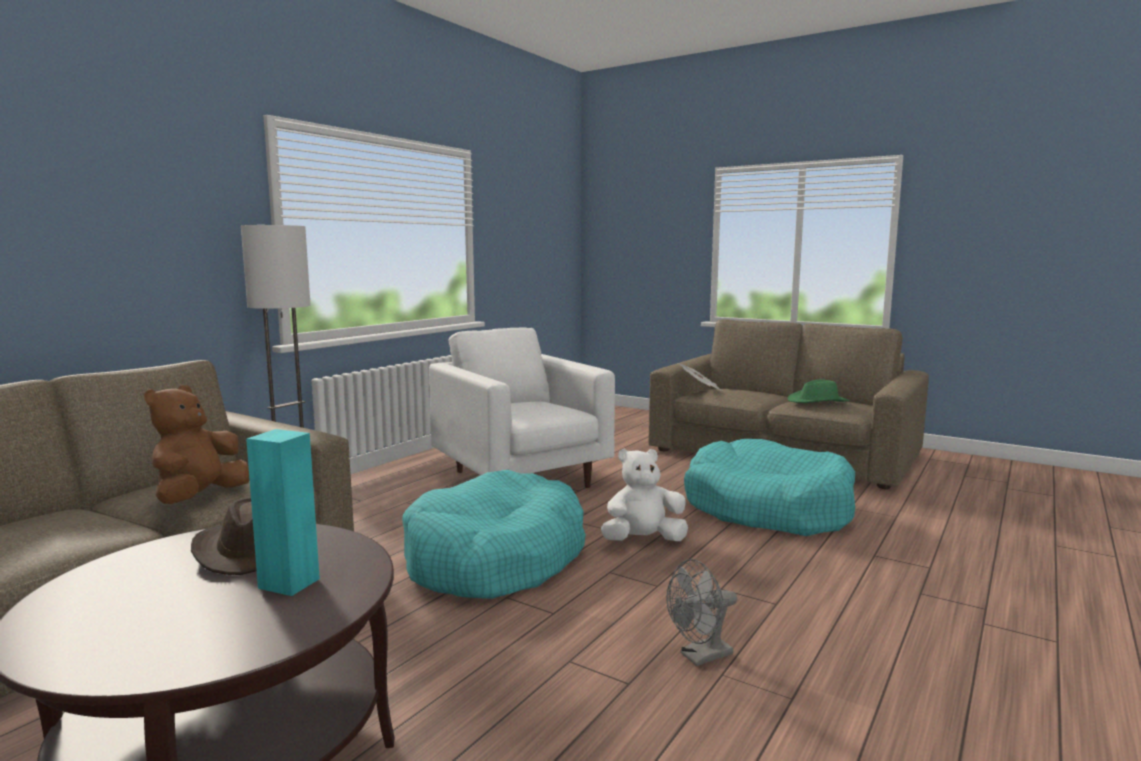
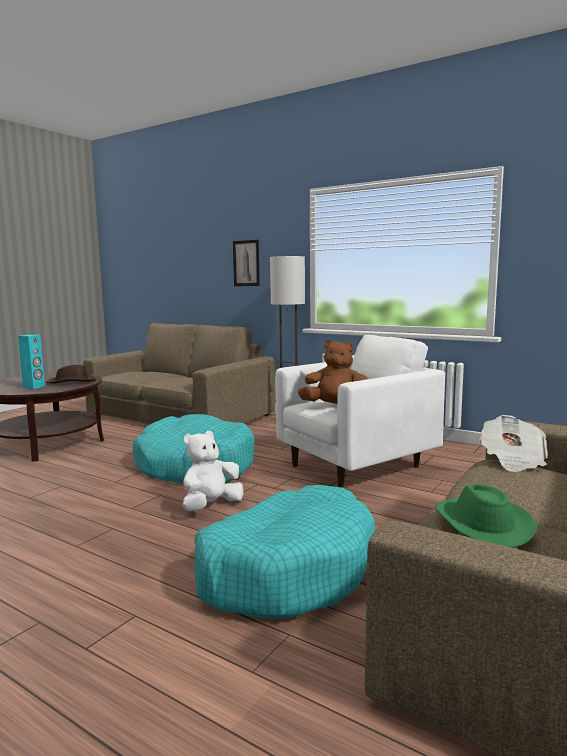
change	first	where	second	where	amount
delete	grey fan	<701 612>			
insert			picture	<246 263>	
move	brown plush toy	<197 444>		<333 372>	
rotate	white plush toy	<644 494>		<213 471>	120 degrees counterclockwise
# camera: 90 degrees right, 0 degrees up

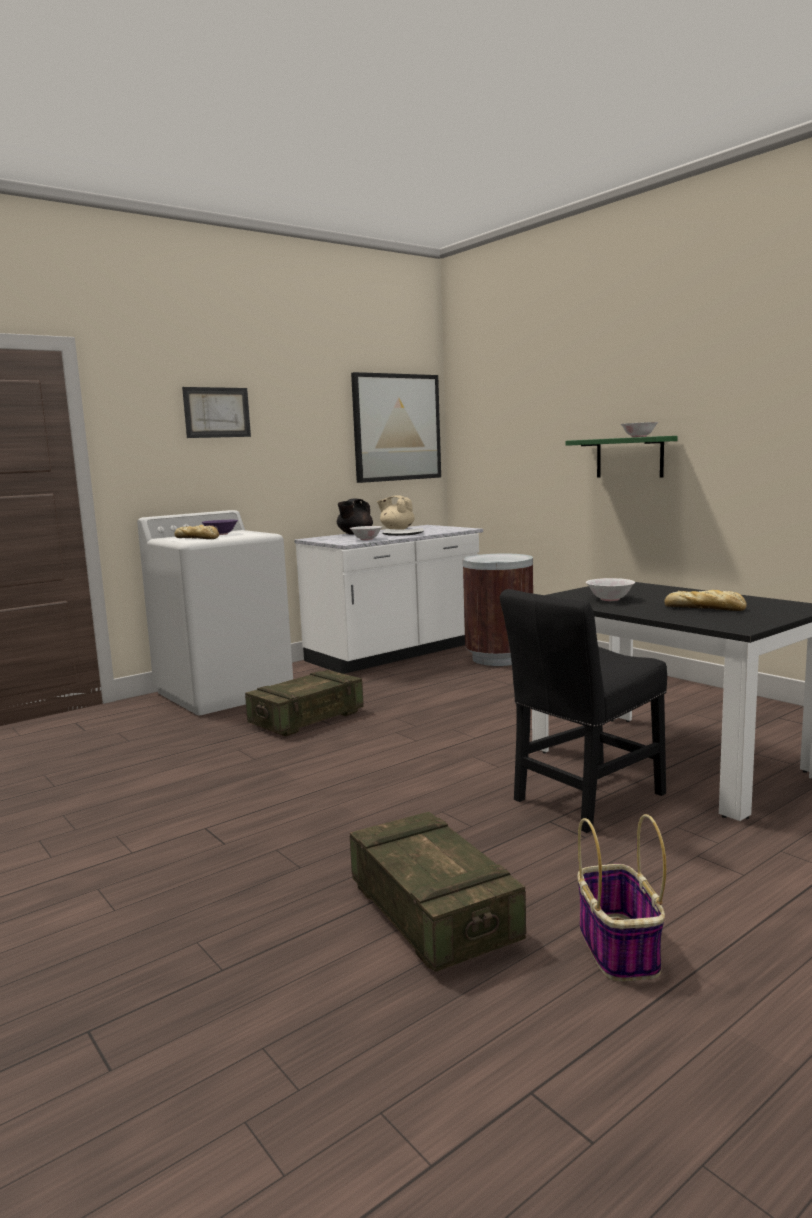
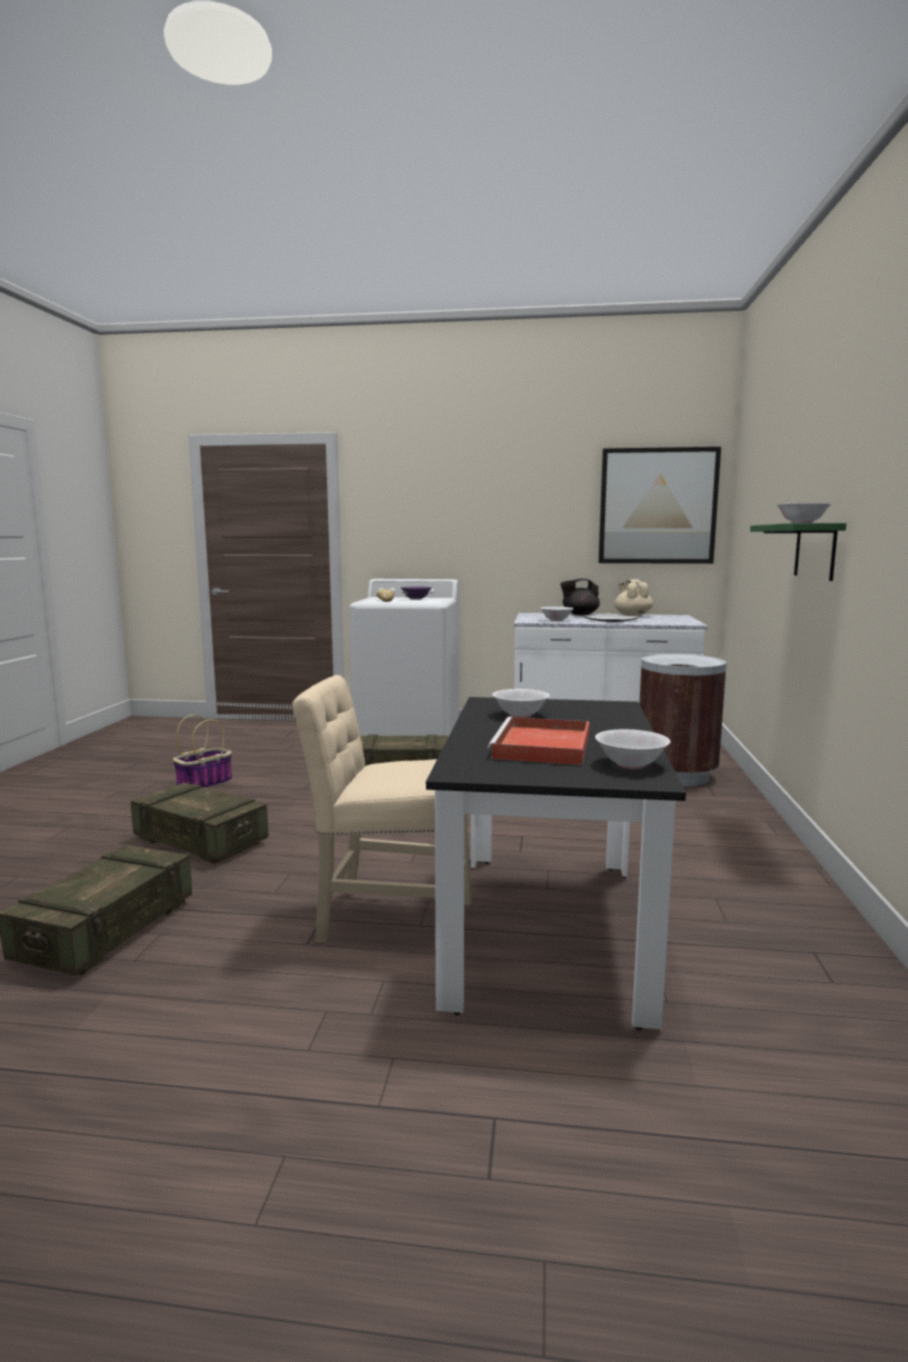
change	first	where	second	where	amount
delete	picture	<216 412>			
insert			crate	<199 823>	
insert			white bowl	<632 749>	
move	basket	<621 897>		<202 752>	
replace	bread	<705 600>	red tray	<538 741>	
recolor	black chair	<583 711>	beige chair	<382 809>	
# camera: 45 degrees right, 0 degrees up

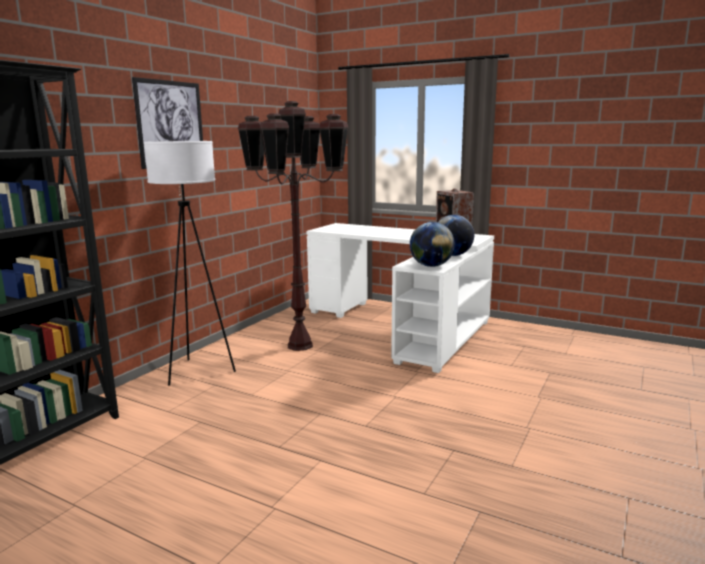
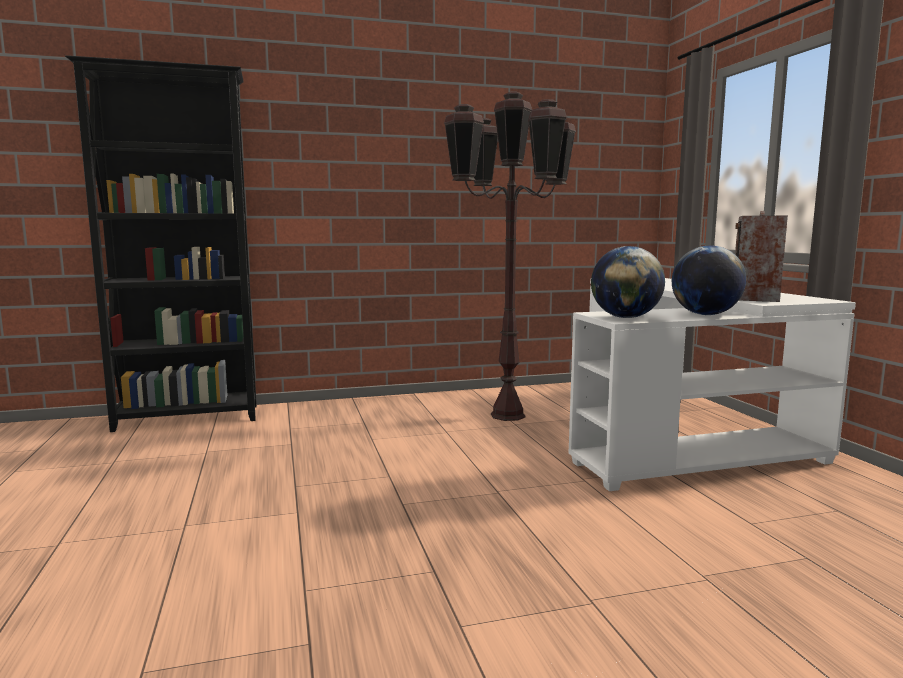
change	first	where	second	where	amount
delete	picture	<167 123>			
delete	white floor lamp	<190 263>			
# camera: 45 degrees right, 5 degrees down

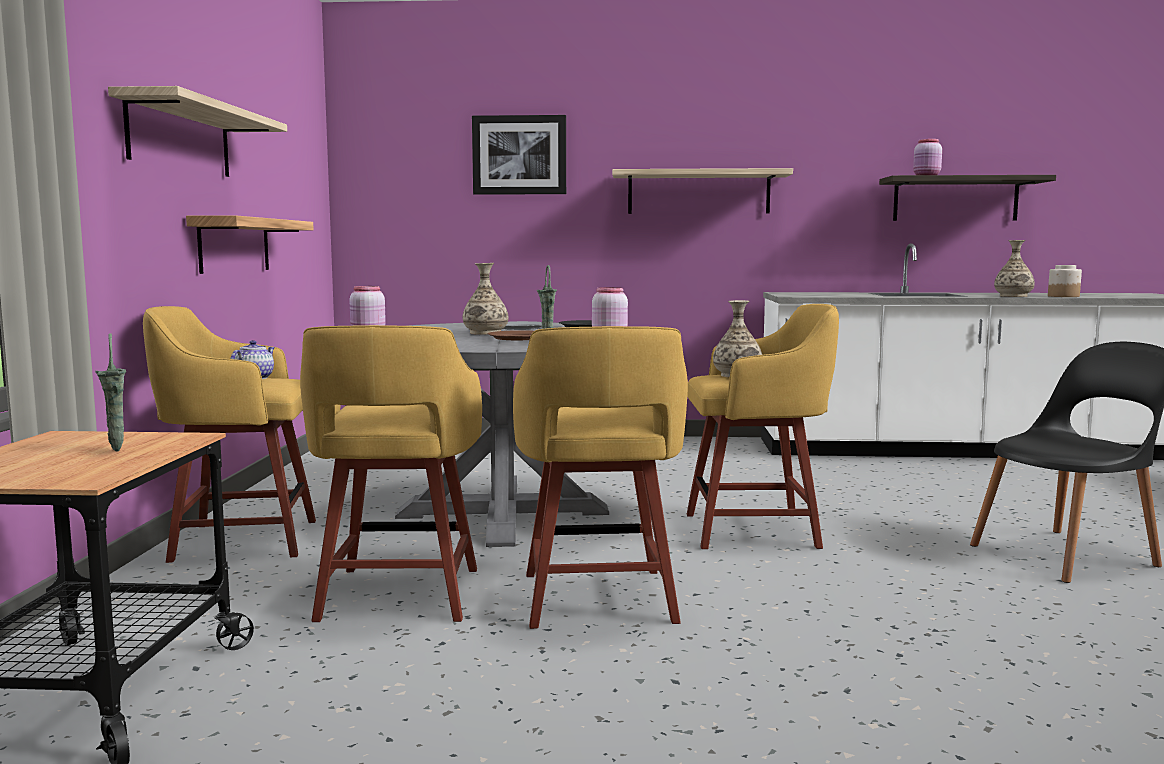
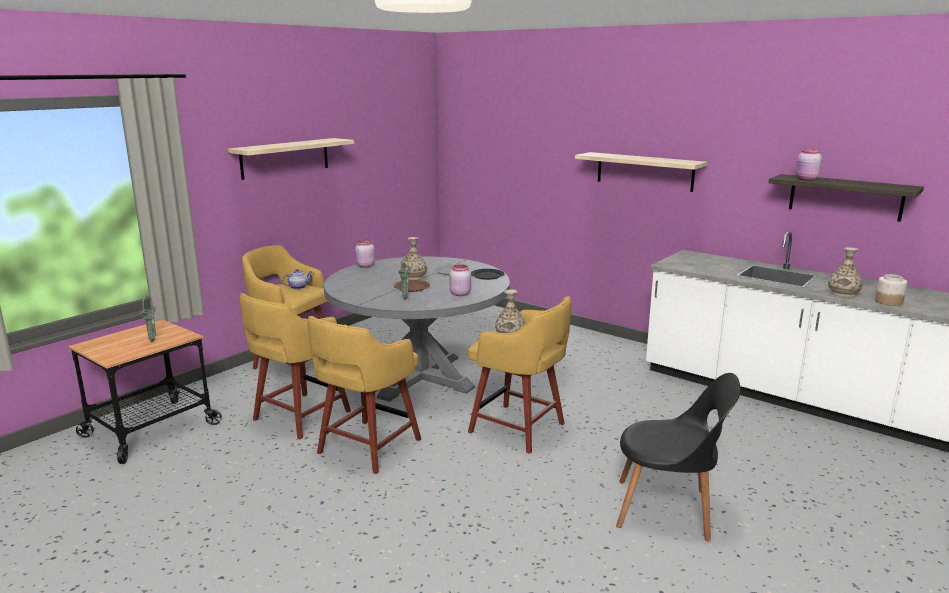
change	first	where	second	where	amount
delete	shelf	<250 244>			
delete	picture	<519 155>			
# camera: 35 degrees right, 10 degrees up

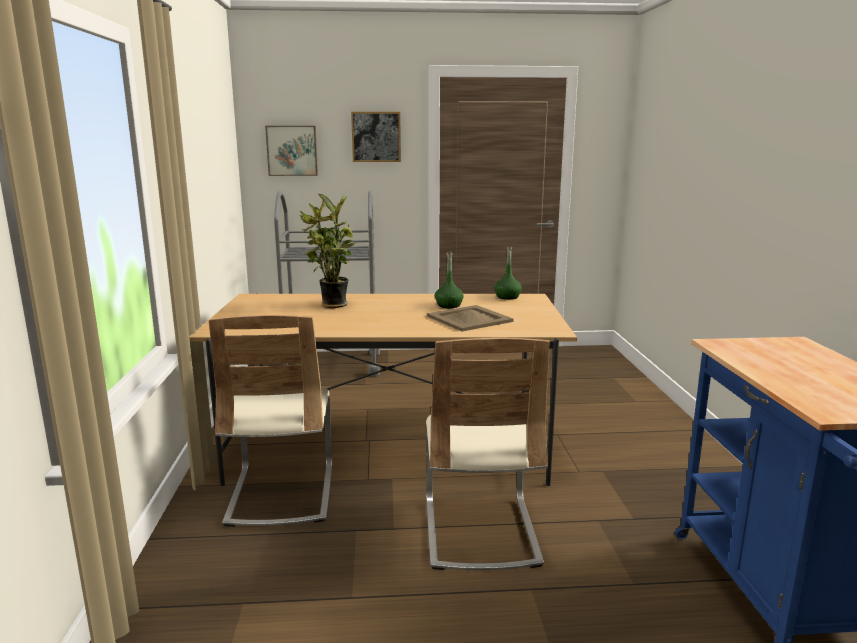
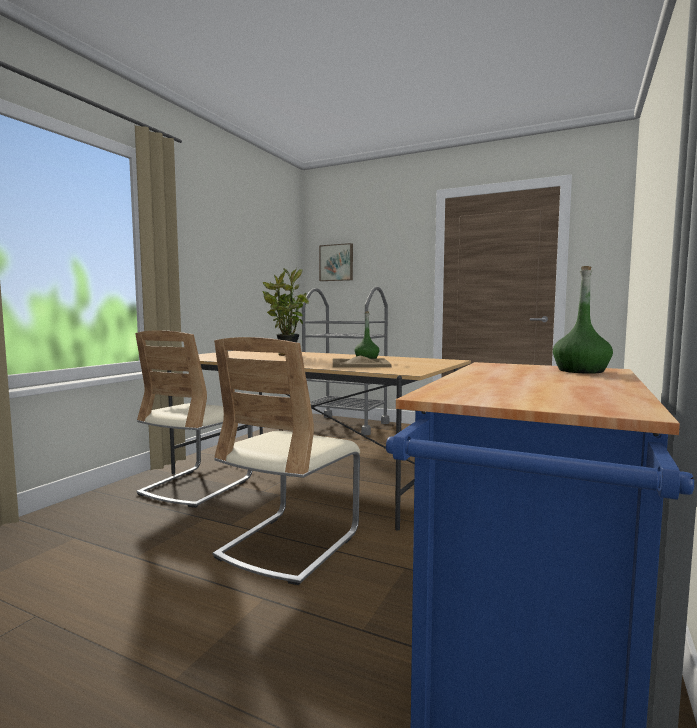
change	first	where	second	where	amount
delete	picture	<376 137>			
move	green bottle	<508 273>		<583 320>	
# camera: 30 degrees right, 10 degrees down

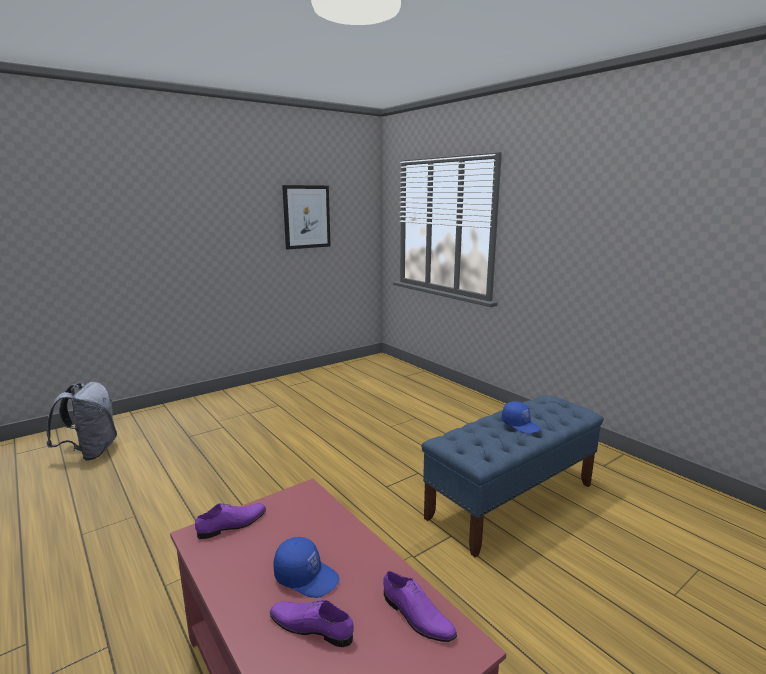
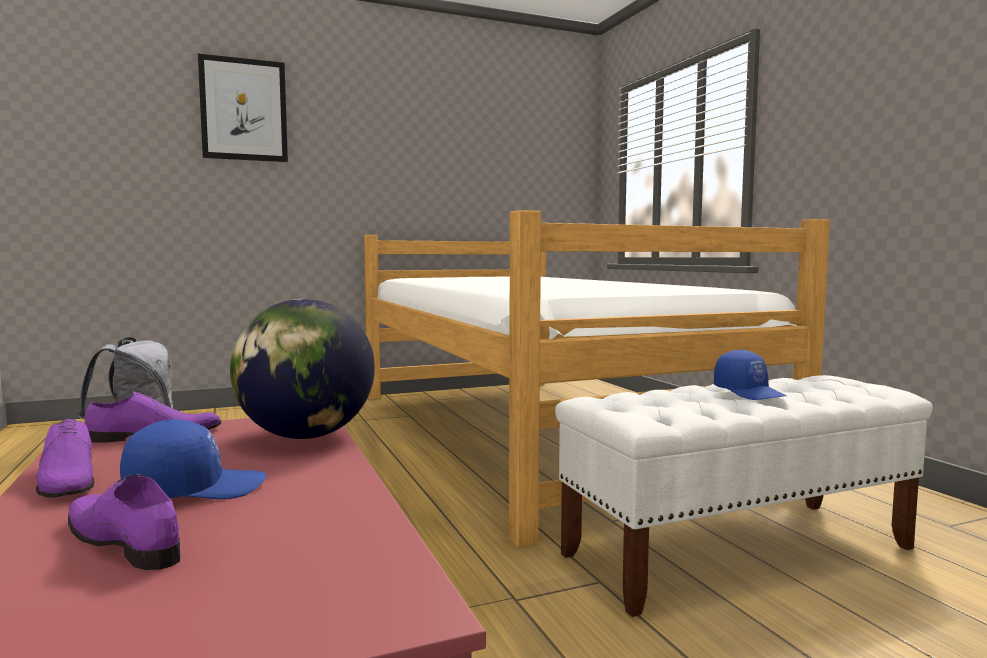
change	first	where	second	where	amount
insert			globe	<302 369>	
insert			bed	<597 379>	
move	picture	<306 217>		<243 108>	
move	purple shoe	<420 606>		<65 458>	
recolor	blue bench	<512 476>	white bench	<744 496>	
rotate	blue cap	<306 567>		<193 459>	60 degrees counterclockwise
# camera: 15 degrees right, 10 degrees down

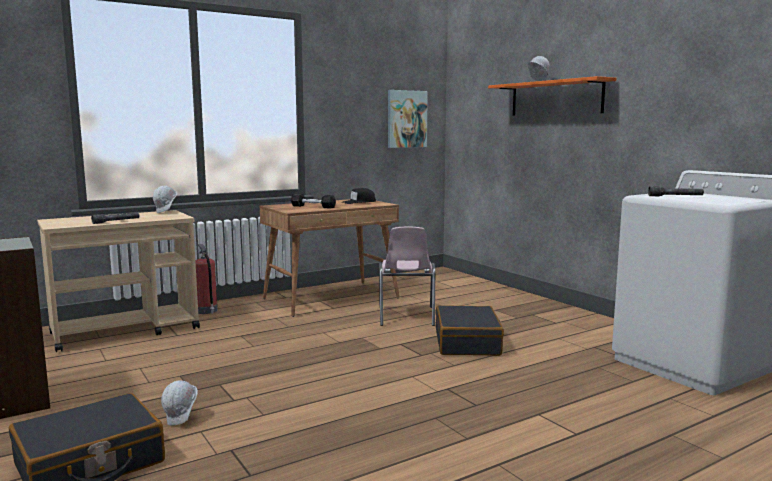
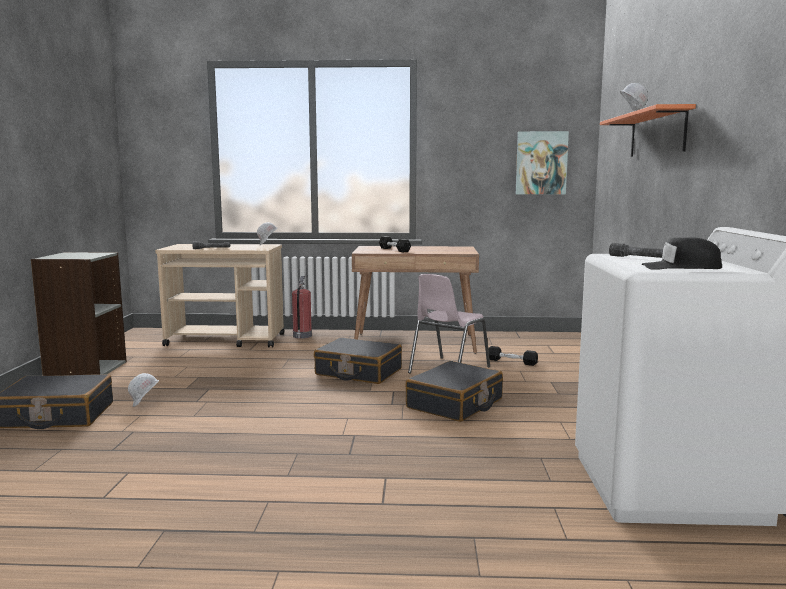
change	first	where	second	where	amount
insert			black suitcase	<358 360>	
insert			black dumbbell	<513 356>	
move	black cap	<359 196>		<681 253>	
# camera: 35 degrees right, 0 degrees up

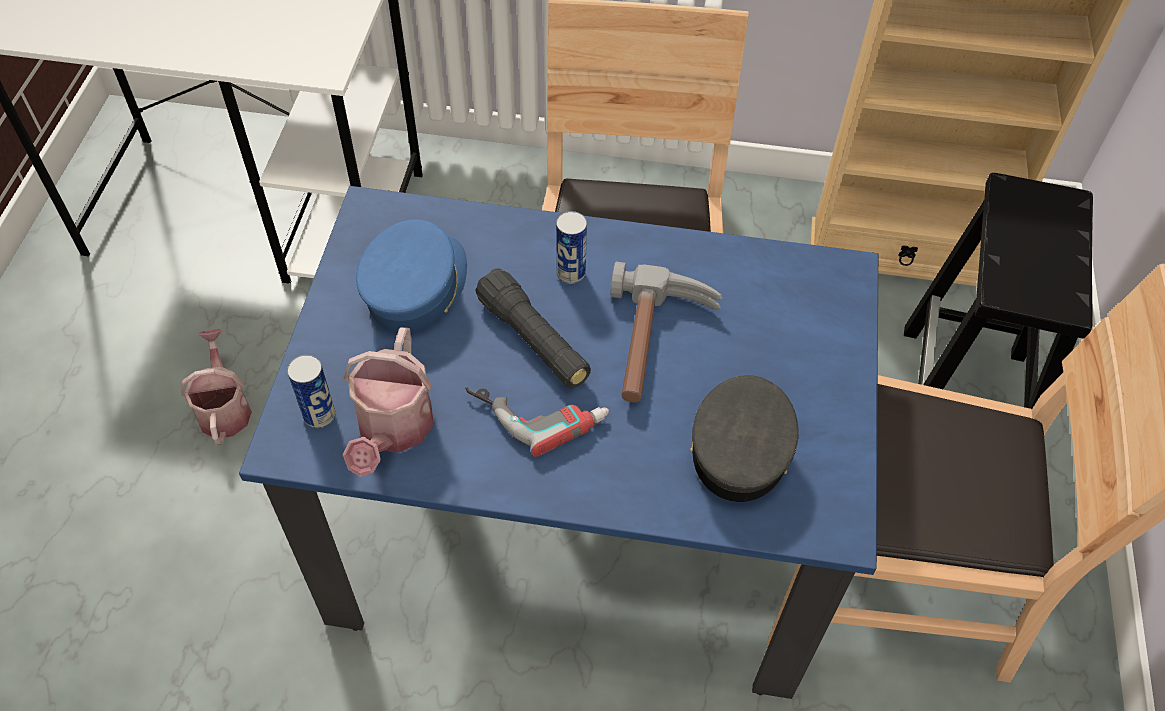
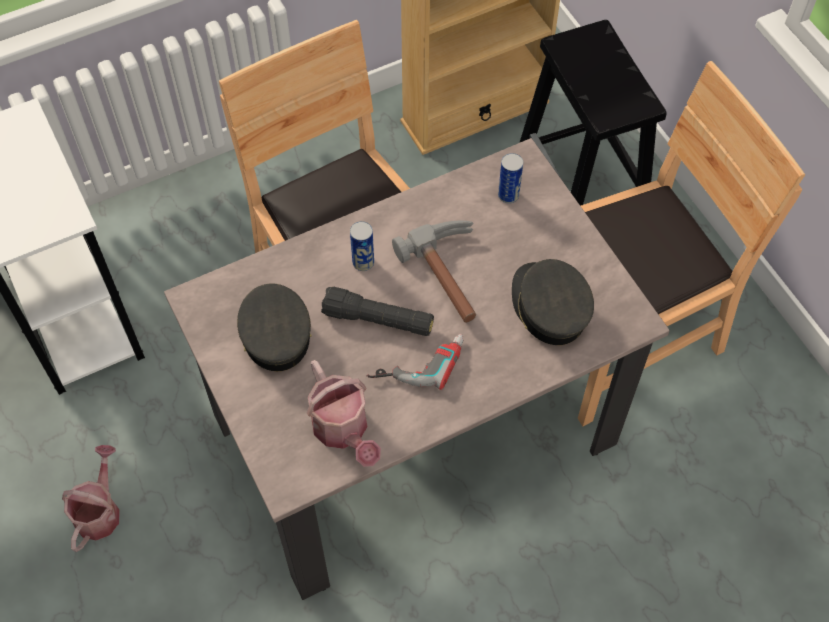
change	first	where	second	where	amount
move	can	<311 391>		<510 178>	
recolor	blue dining table	<558 442>	beige dining table	<417 369>	
recolor	blue cap	<411 275>	grey cap	<274 327>	
rotate	watering can	<216 387>		<91 498>	60 degrees clockwise
# camera: 35 degrees left, 5 degrees up

